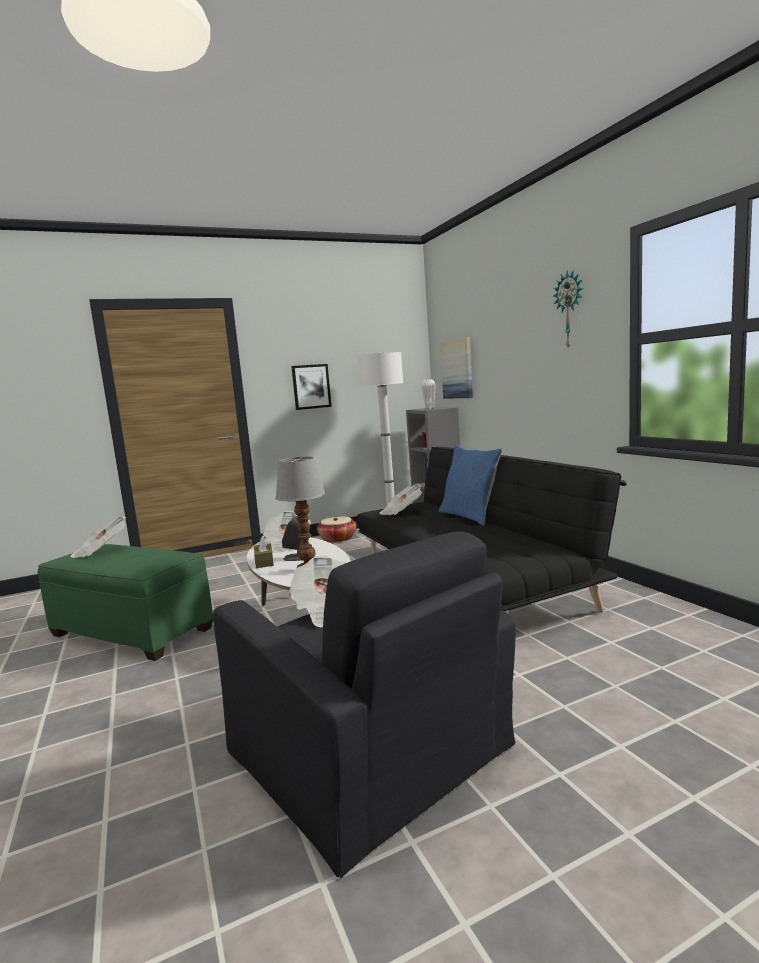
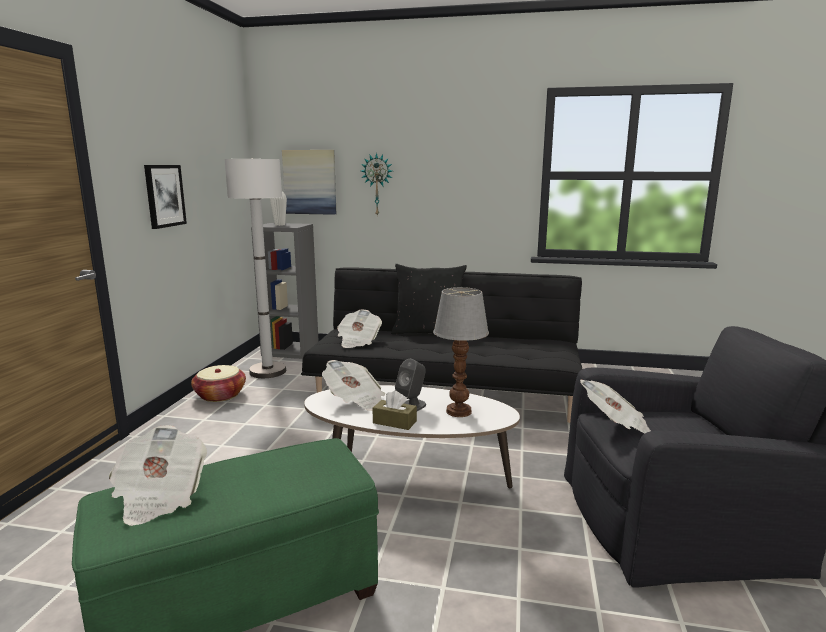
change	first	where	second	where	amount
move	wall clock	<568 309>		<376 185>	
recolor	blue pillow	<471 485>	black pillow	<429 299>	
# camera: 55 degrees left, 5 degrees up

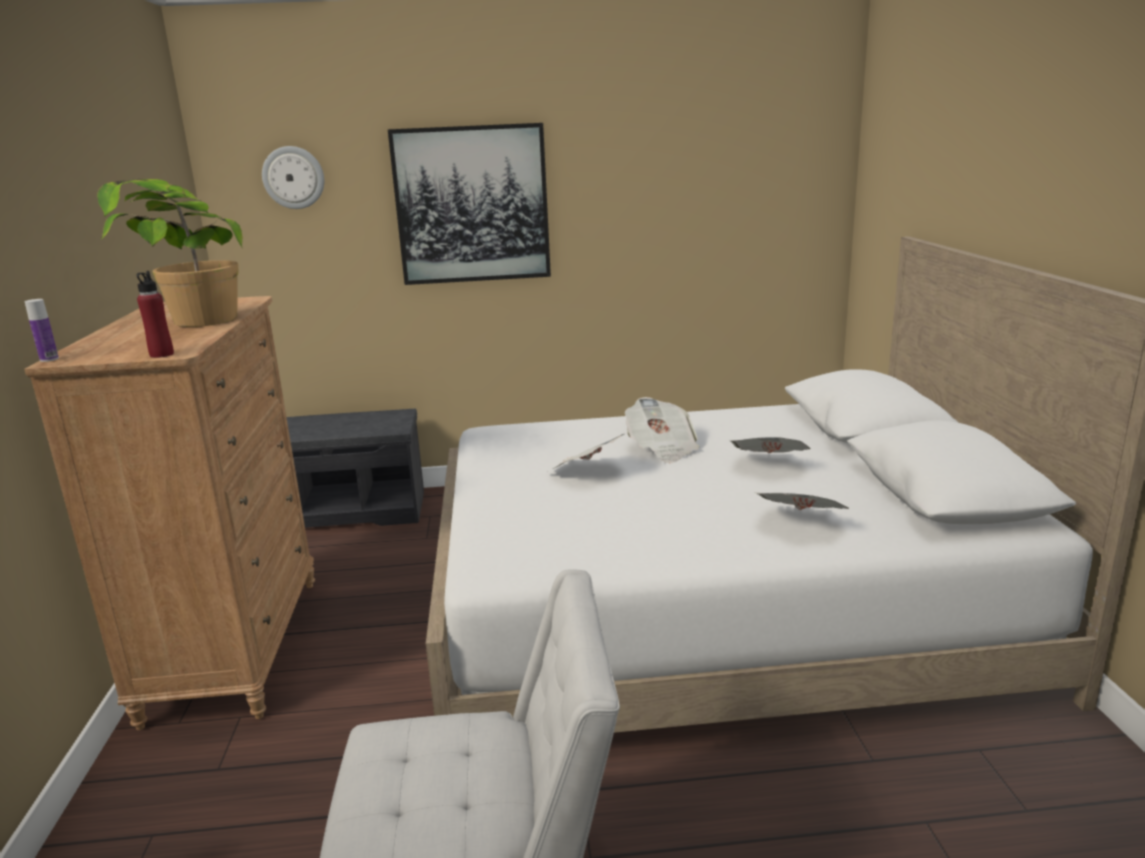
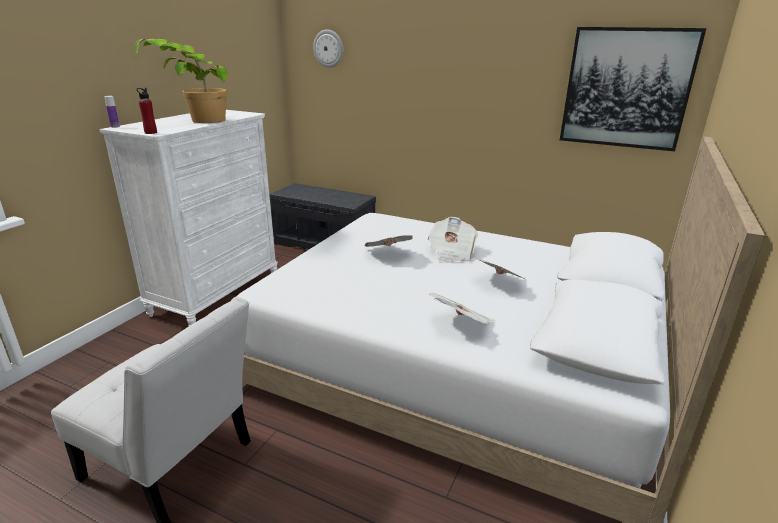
change	first	where	second	where	amount
move	picture	<469 204>		<633 89>	
recolor	brown dresser	<169 513>	white dresser	<188 218>	
# camera: 30 degrees right, 5 degrees up

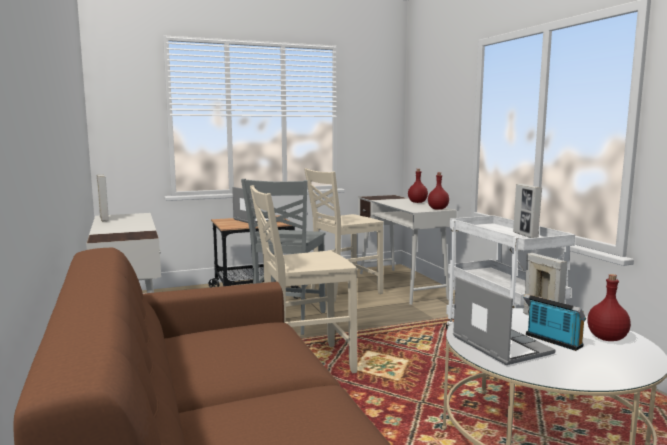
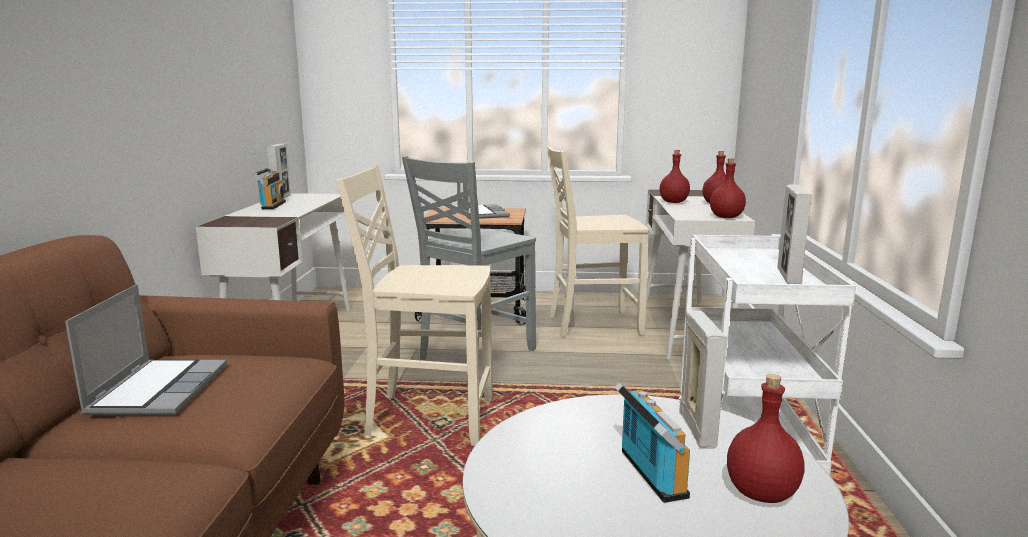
change	first	where	second	where	amount
insert			radio	<269 188>	
insert			red bottle	<675 176>	
move	laptop	<504 321>		<146 349>	
# camera: 25 degrees right, 5 degrees up

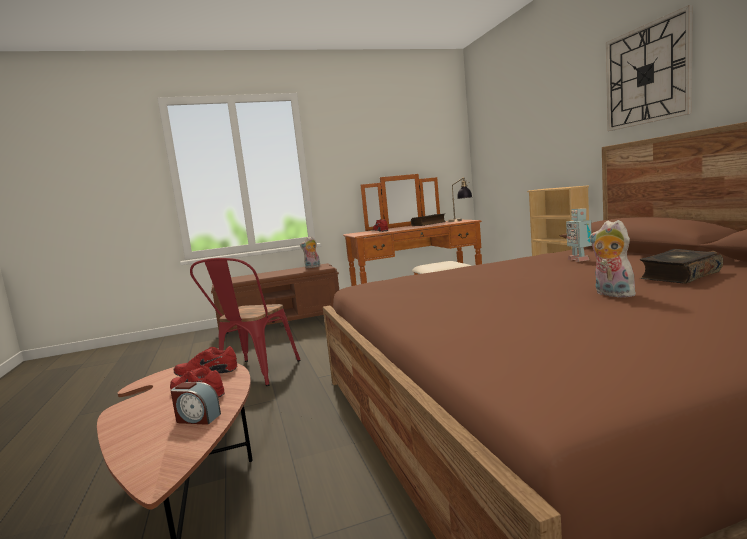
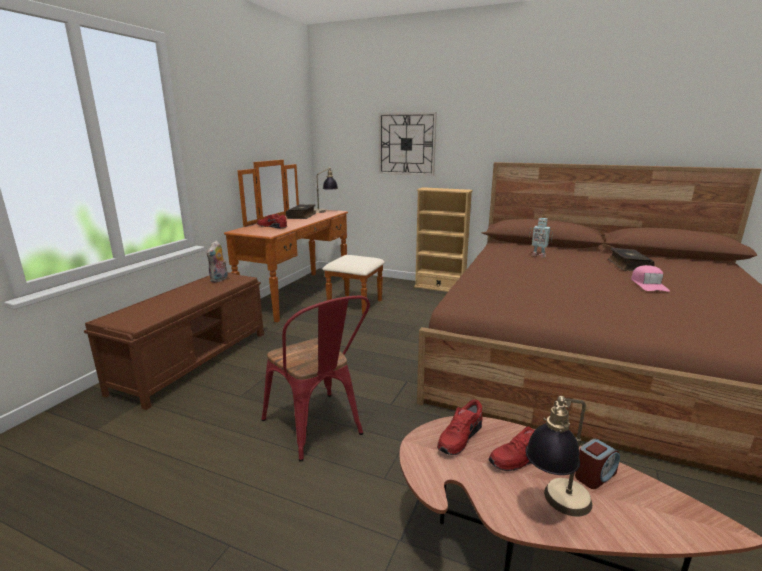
change	first	where	second	where	amount
insert			table lamp	<558 456>	
move	wall clock	<649 68>		<408 144>	
replace	plush toy	<614 259>	pink cap	<650 278>	
# camera: 50 degrees left, 10 degrees up

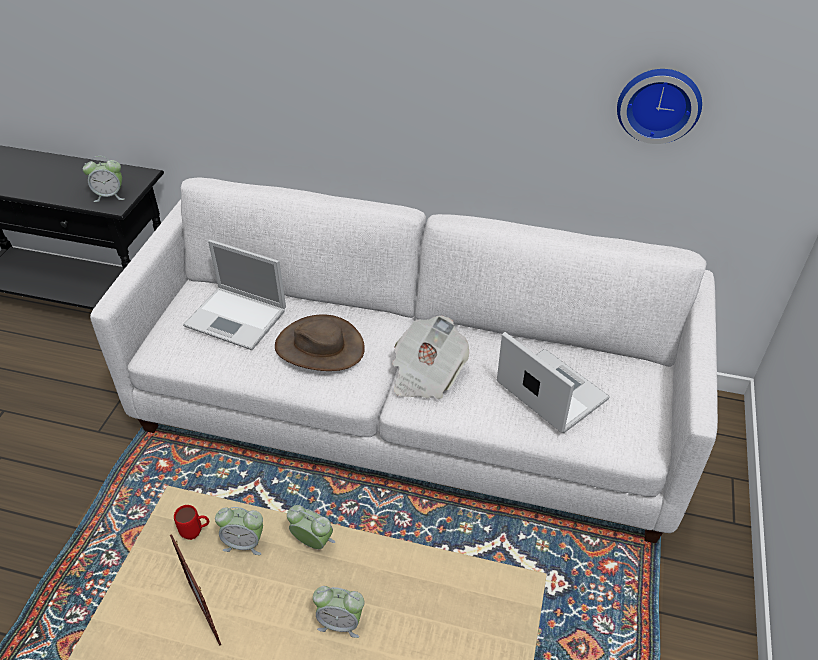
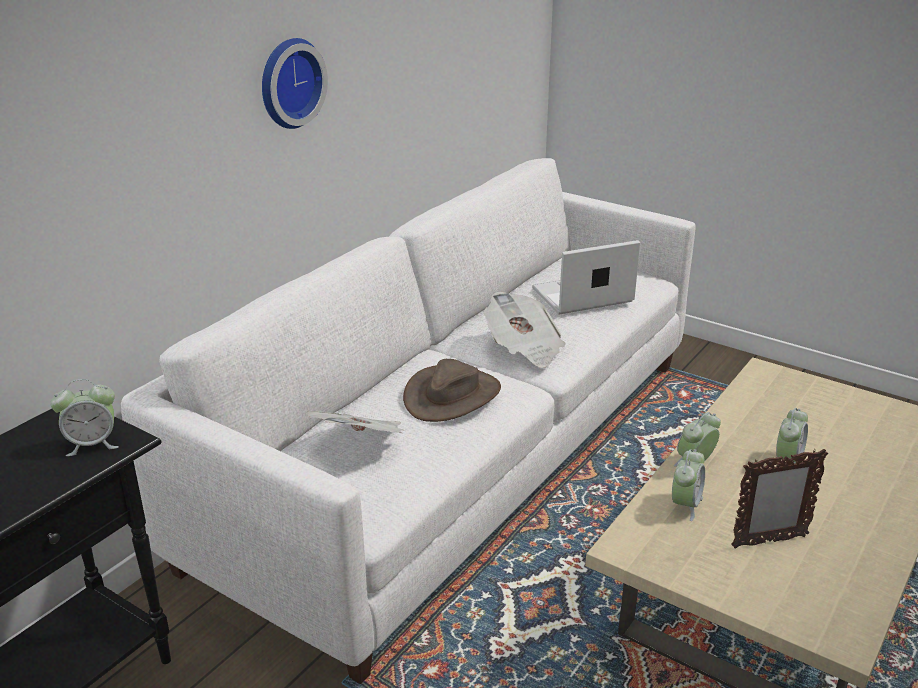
change	first	where	second	where	amount
delete	red mug	<191 522>			
move	wall clock	<659 106>		<295 83>	
replace	laptop	<234 295>	newspaper	<356 422>	
rotate	alarm clock	<103 179>		<84 417>	60 degrees clockwise
# camera: 70 degrees left, 15 degrees down

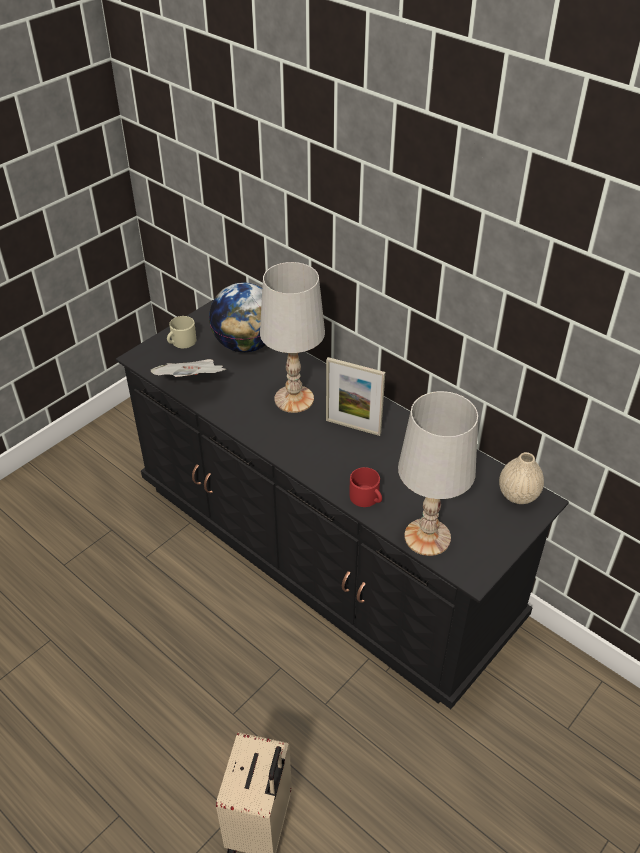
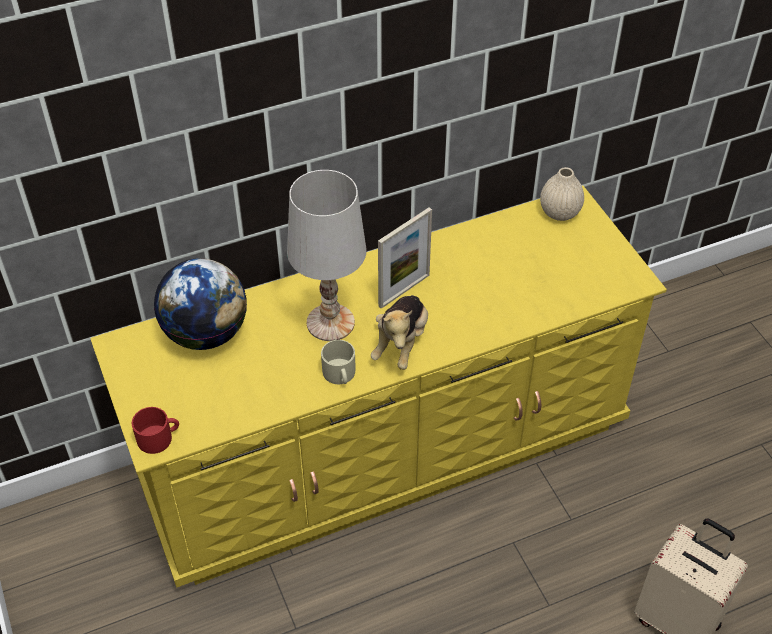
change	first	where	second	where	amount
delete	newspaper	<188 368>			
delete	white table lamp	<438 473>			
insert			plush toy	<399 332>	
move	beige mug	<181 332>		<338 362>	
move	red mug	<365 487>		<155 430>	
recolor	black dresser	<342 504>	yellow dresser	<378 387>	
# camera: 65 degrees left, 5 degrees up

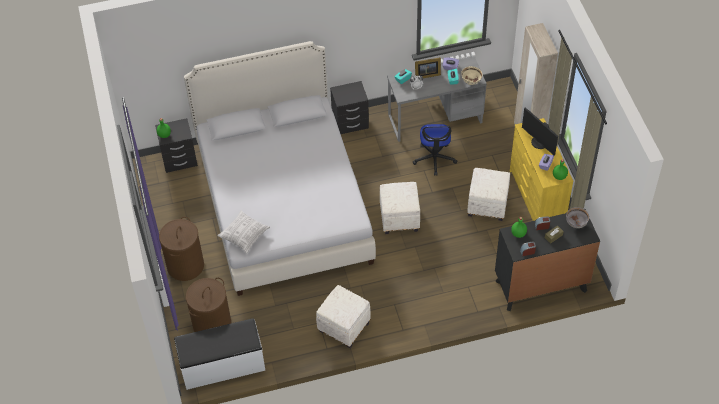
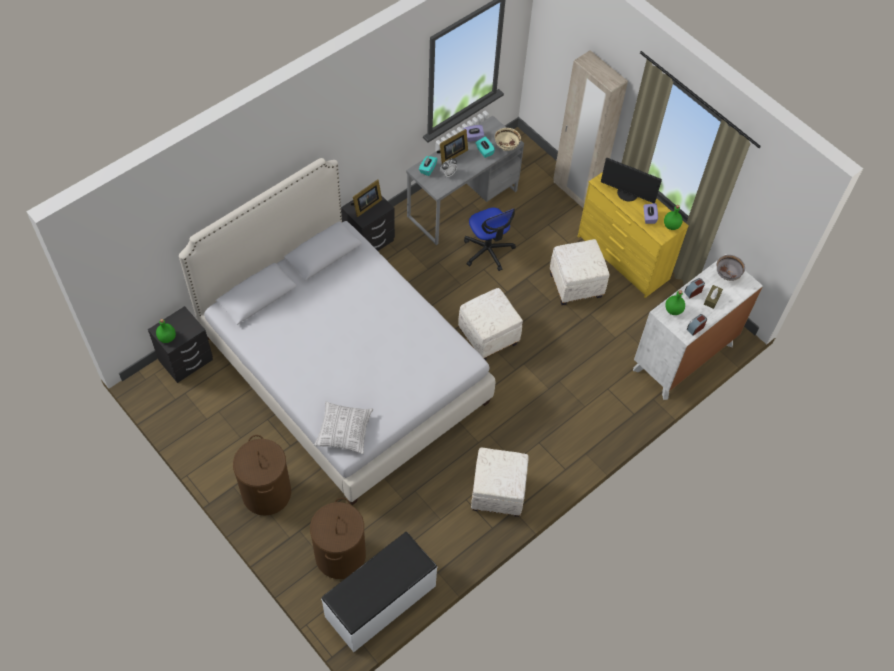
change	first	where	second	where	amount
insert			picture frame	<366 198>	
recolor	black dresser	<547 260>	white dresser	<698 327>	
# camera: 30 degrees left, 5 degrees up

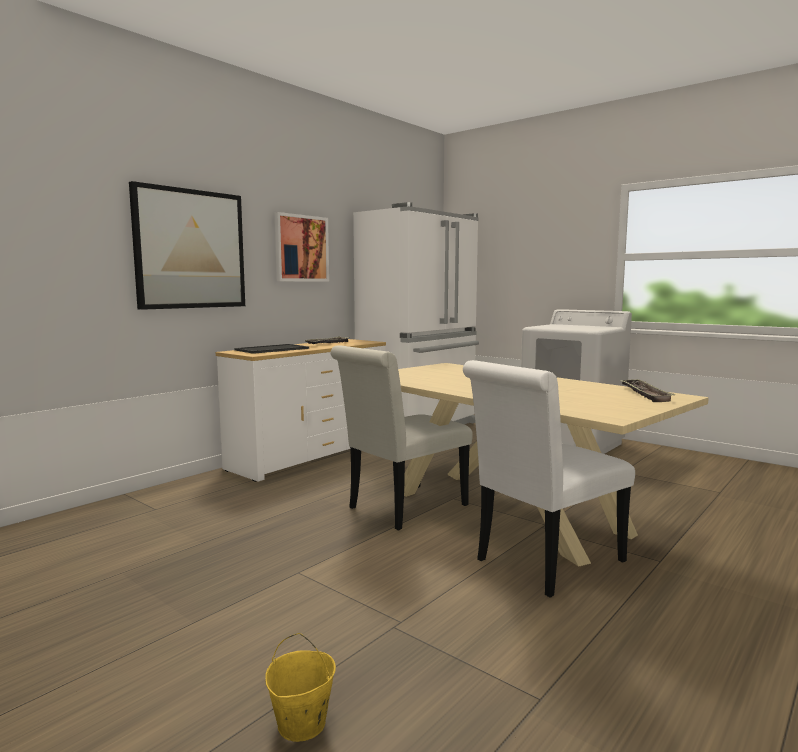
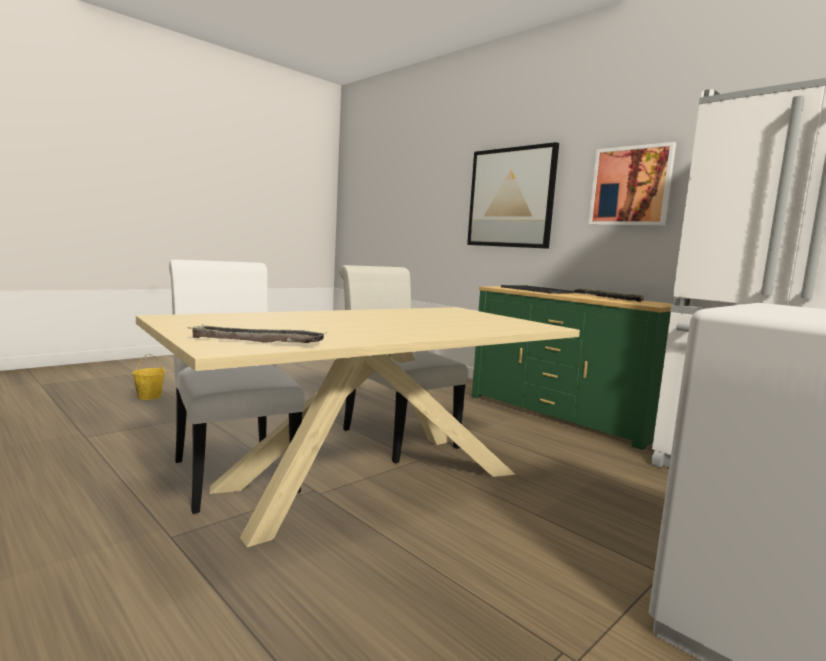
change	first	where	second	where	amount
recolor	white dresser	<301 410>	green dresser	<572 367>	
# camera: 95 degrees right, 0 degrees up

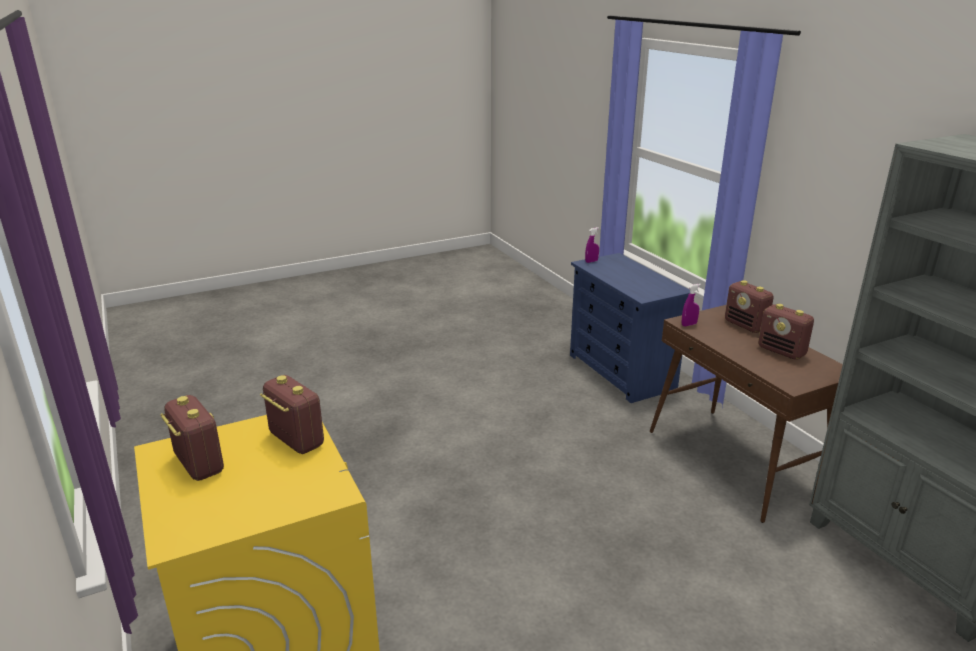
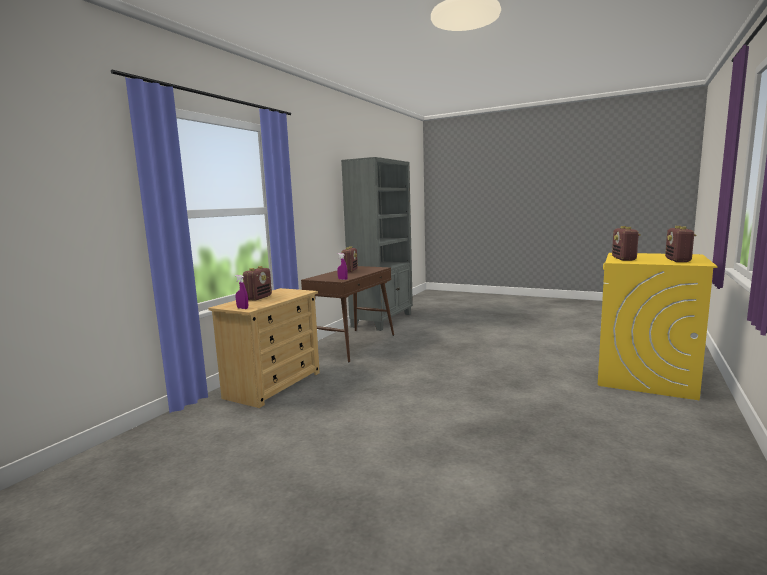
change	first	where	second	where	amount
move	radio	<749 306>		<257 283>	
recolor	blue dresser	<630 328>	beige dresser	<264 348>	
# camera: 125 degrees left, 15 degrees down

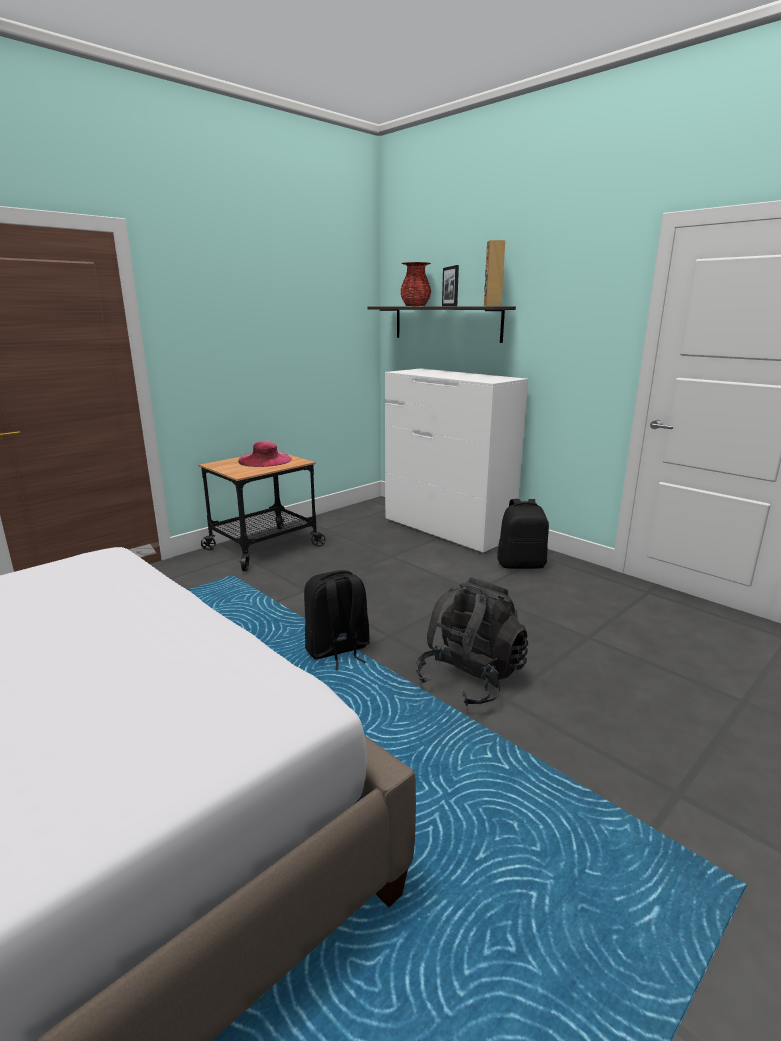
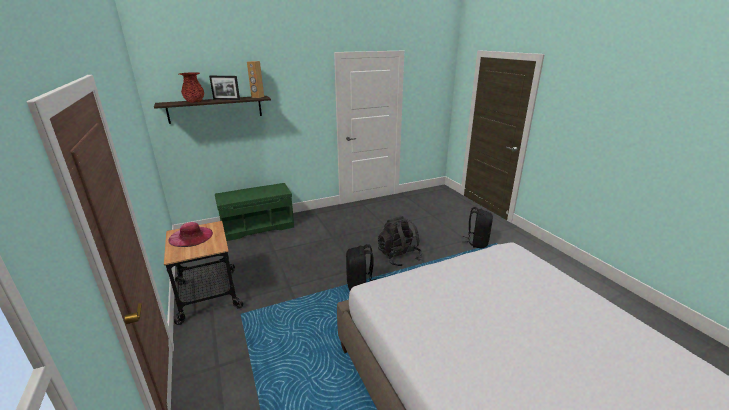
change	first	where	second	where	amount
move	black backpack	<523 534>		<478 227>	
replace	white dresser	<456 461>	green bench	<254 212>	
# camera: 70 degrees left, 5 degrees up

